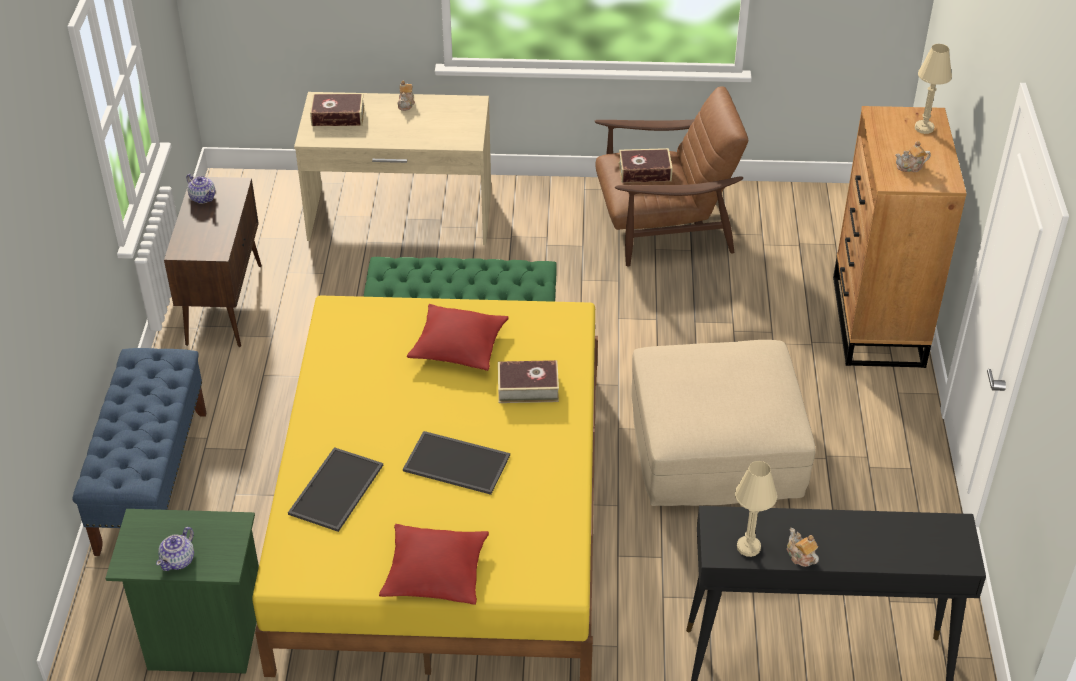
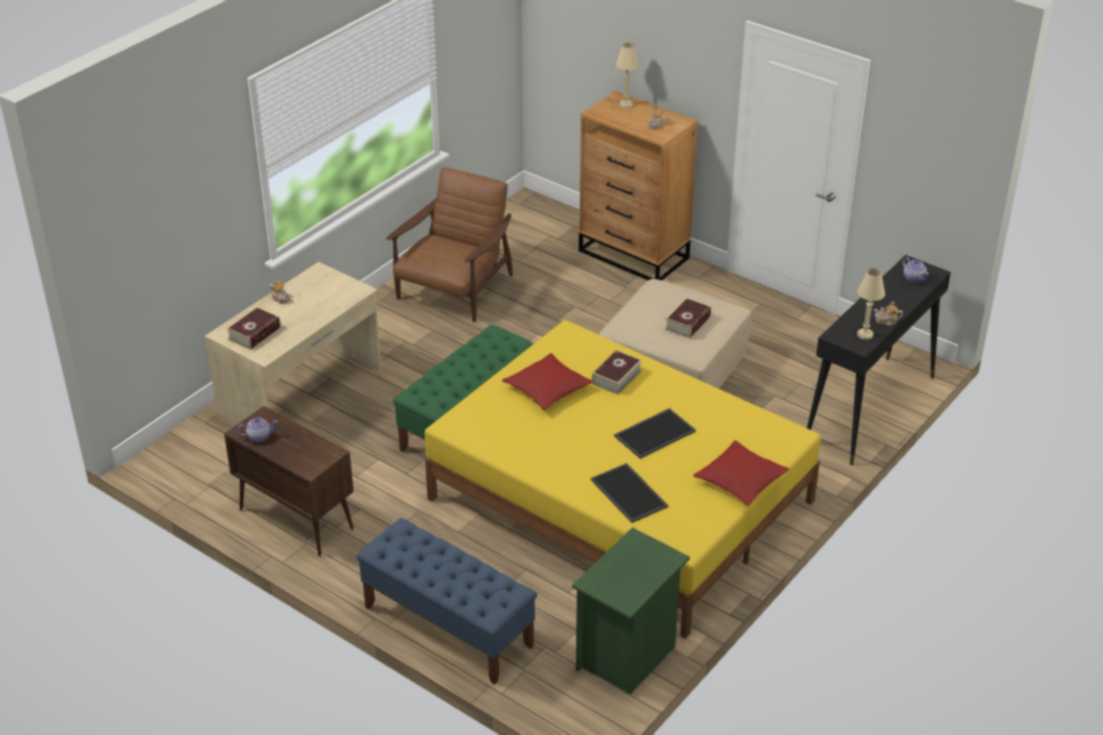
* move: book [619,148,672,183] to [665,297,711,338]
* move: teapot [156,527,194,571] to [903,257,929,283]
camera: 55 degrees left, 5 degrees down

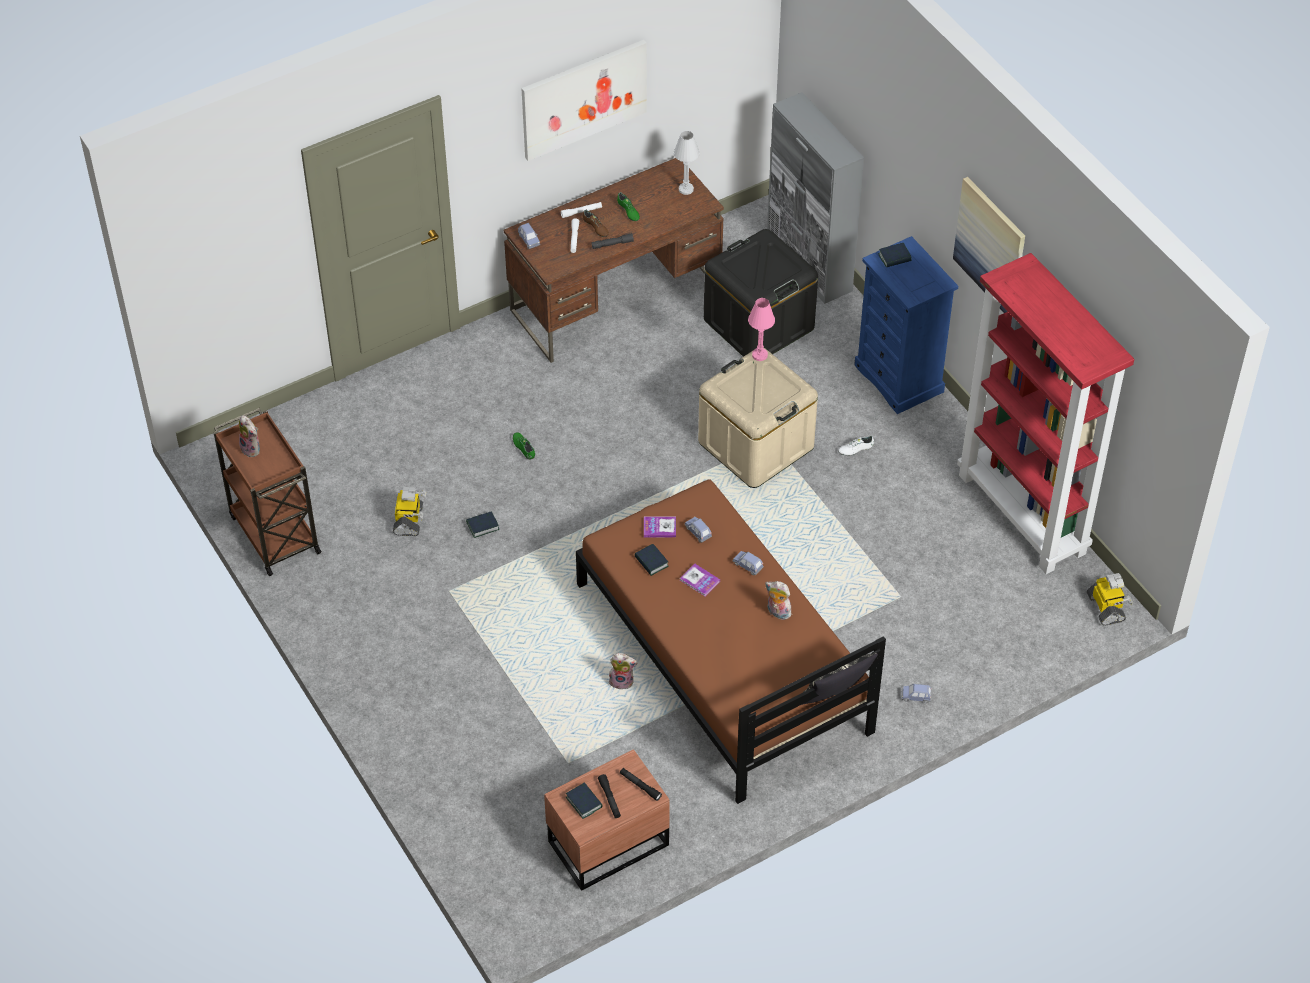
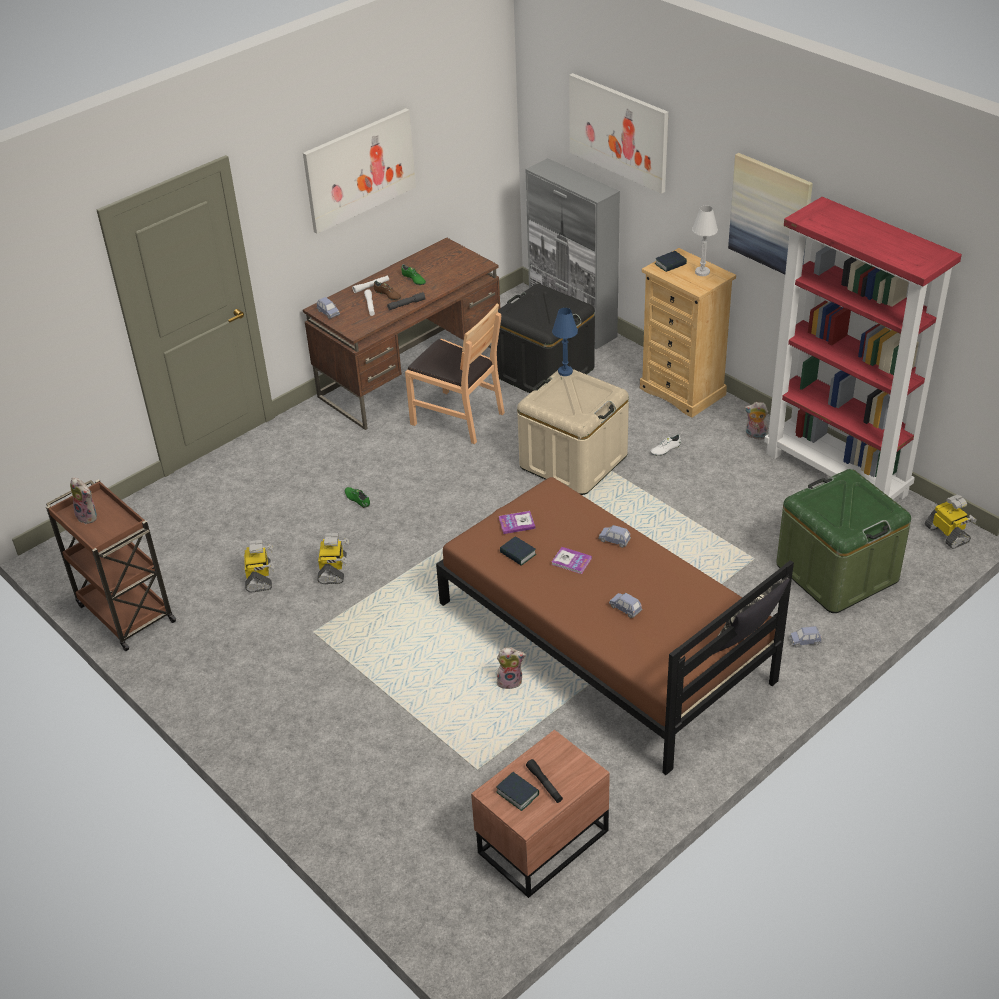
* move: white_table_lamp [674,131,700,195] to [692,206,718,276]
* recolor: blue_dresser [854,236,958,414] to beige_dresser [640,248,736,418]
* recolor: pink_table_lamp [748,298,775,361] to blue_table_lamp [552,308,578,376]
* replace: book [466,511,500,538] to toy_robot [317,533,349,584]
* move: blue_toy_car [685,517,712,543] to [609,593,642,618]
* move: plush_toy [765,581,791,620] to [744,402,768,440]
* delete: black_flashlight [620,768,662,801]
* insert: picture [569,73,668,194]
* insert: brown_chair [405,304,505,444]
* insert: green_storage_box [776,469,911,613]
camera: 10 degrees left, 10 degrees down

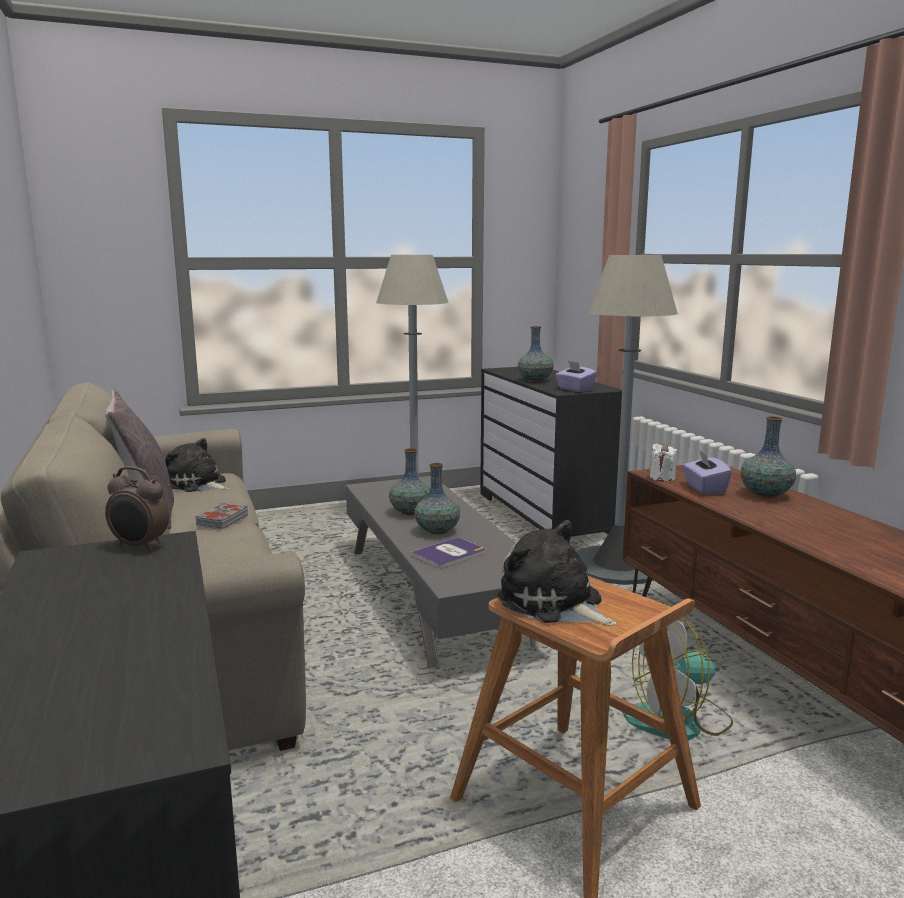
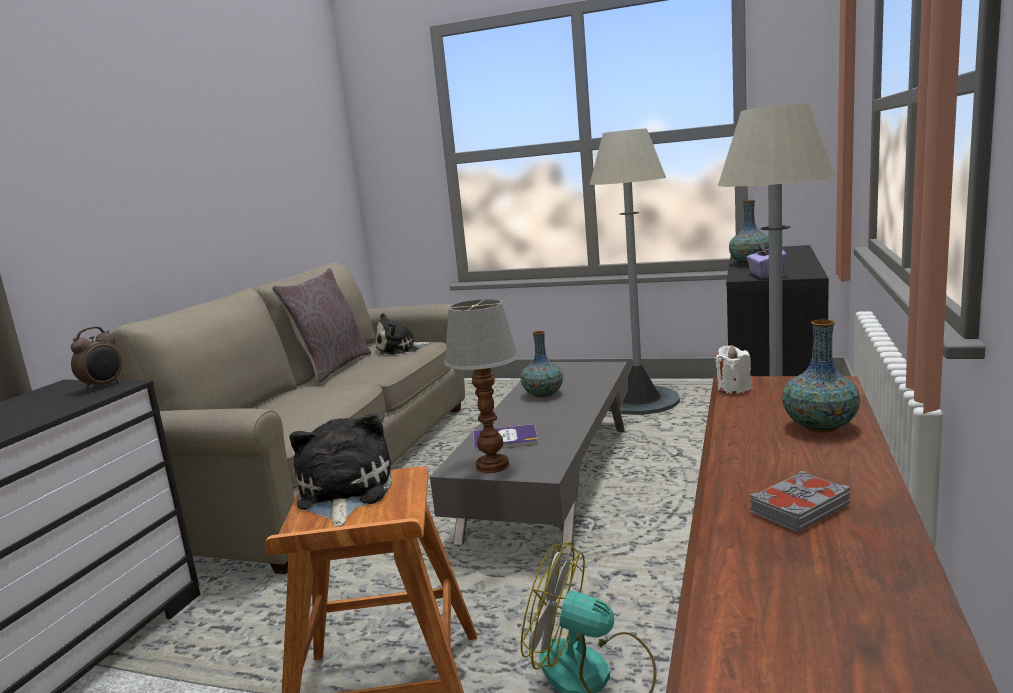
* rotate: plush_toy [165,438,230,492] = [375,313,431,355] 90 degrees counterclockwise
* delete: purple_tissue_box [683,450,732,495]
* delete: vase [414,463,460,534]
* rotate: alarm_clock [105,466,169,551] = [71,327,122,391] 120 degrees counterclockwise
* move: grey_book [195,503,248,529] to [750,471,850,532]
* insert: table_lamp [444,299,518,473]
camera: 40 degrees right, 0 degrees up

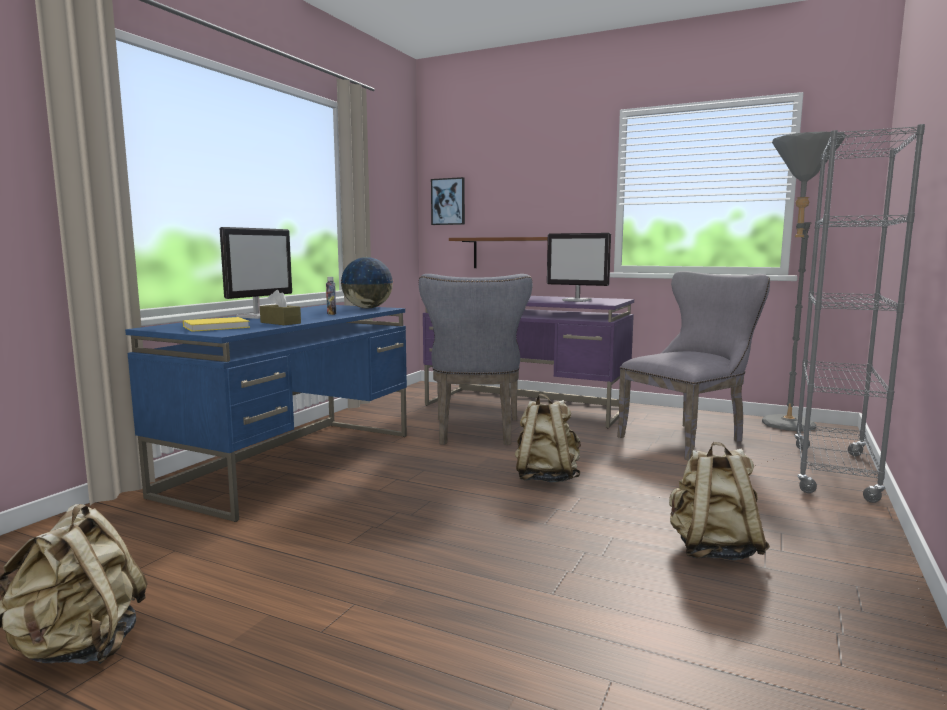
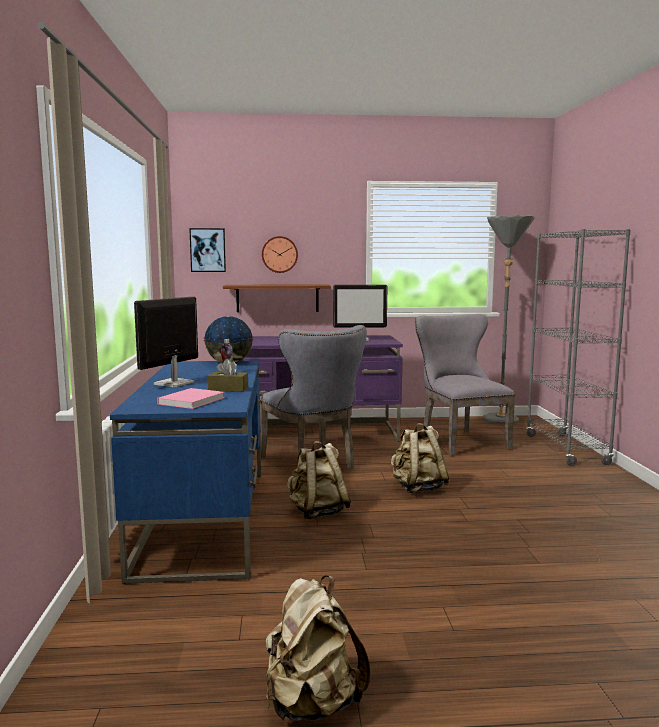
* rotate: monitor [220,227,292,319] = [134,297,198,387] 150 degrees counterclockwise
* rotate: grey_chair [617,271,770,461] = [415,314,515,456] 45 degrees counterclockwise
* recolor: yellow_book [183,317,250,332] to pink_book [157,388,225,409]
* move: beige_backpack [669,442,770,561] to [287,441,352,519]
* insert: wall_clock [262,236,298,273]
camera: 30 degrees left, 0 degrees up

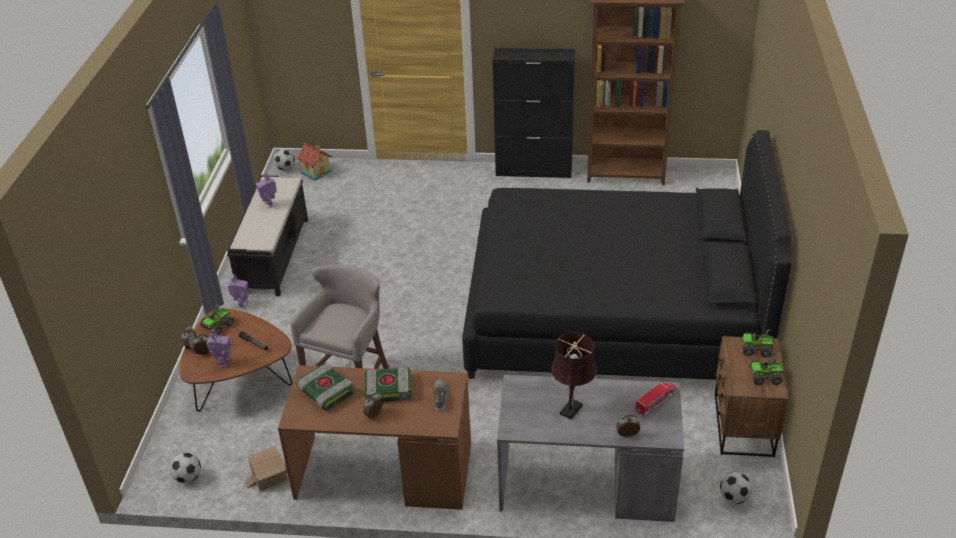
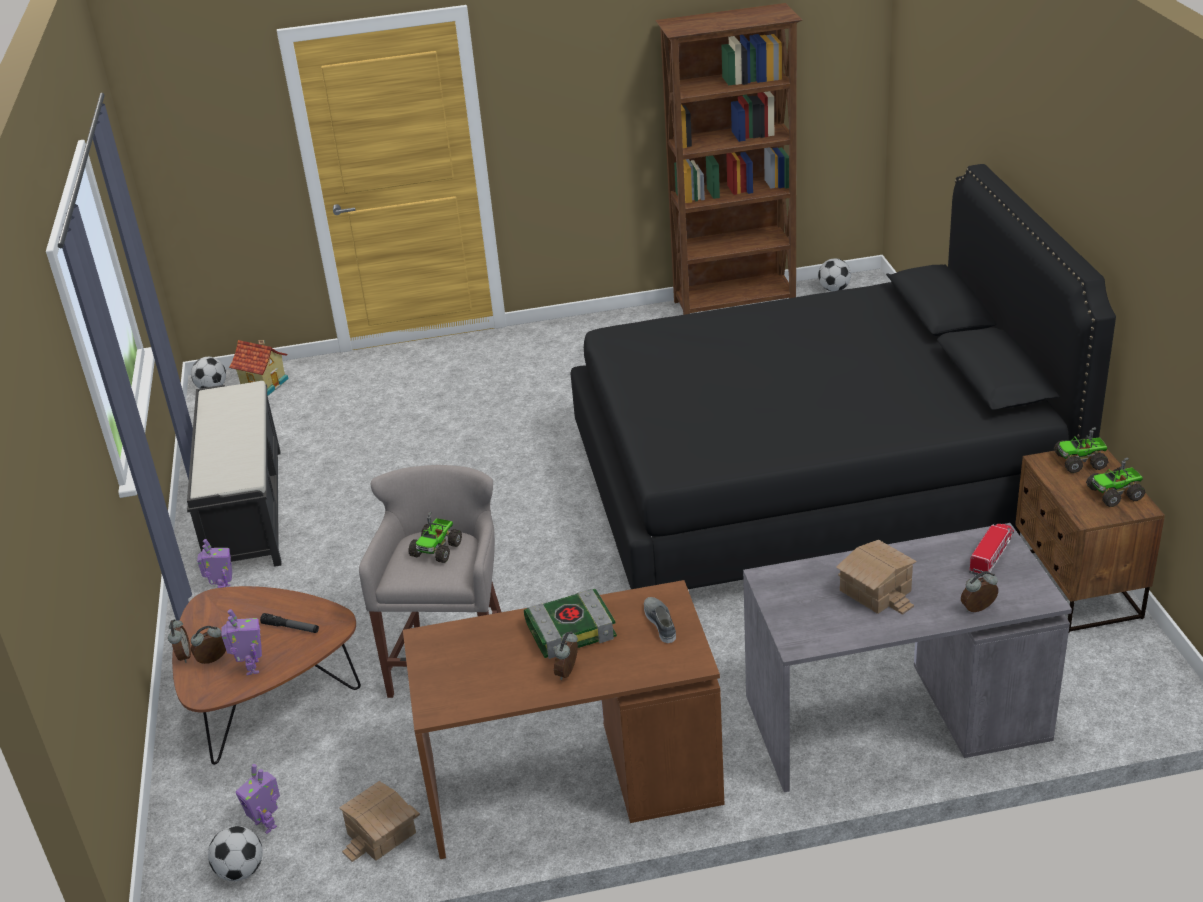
* delete: black_cabinet [493,48,575,178]
* move: toy_robot [256,173,277,208] to [236,764,280,834]
* move: toy_truck [200,304,234,335] to [408,512,462,563]
* replace: brown_table_lamp [551,332,597,420] to toy_house [836,540,917,615]
* delete: book [296,362,354,410]
* move: football [720,472,752,504] to [818,258,851,291]
camera: 15 degrees left, 5 degrees down

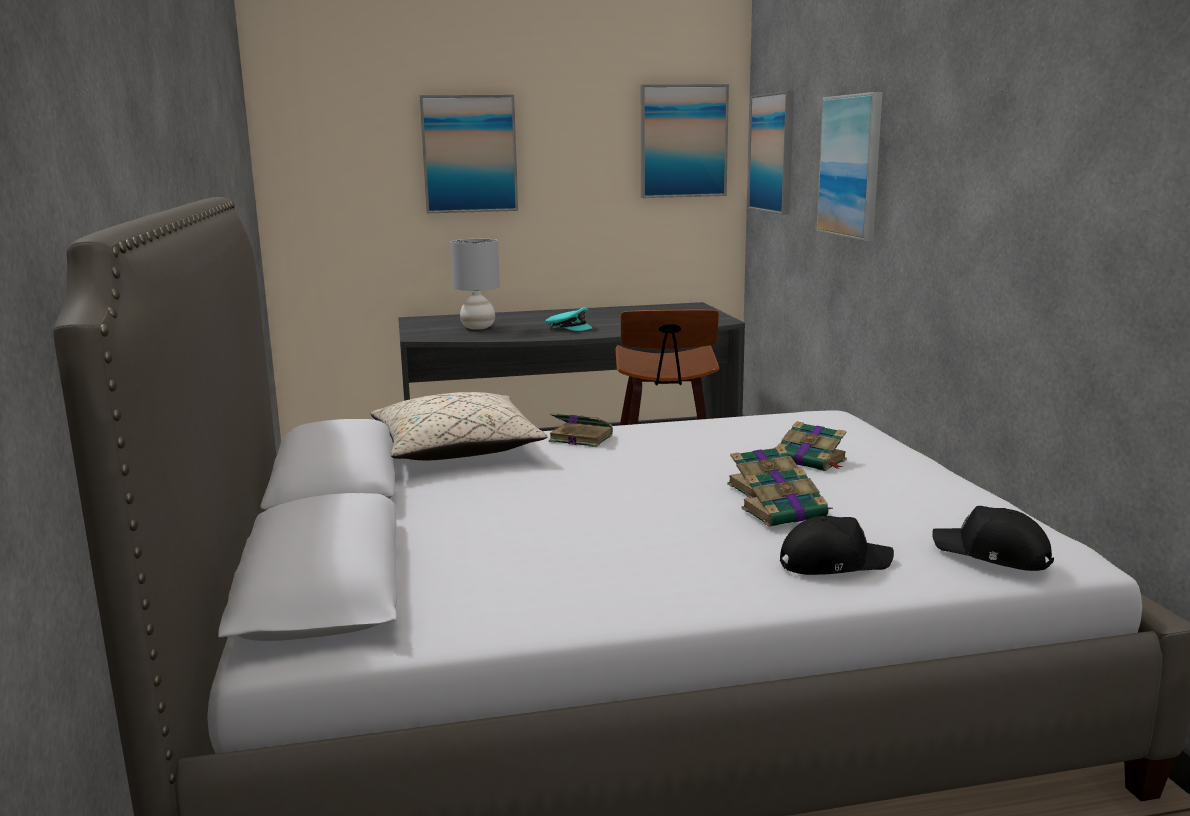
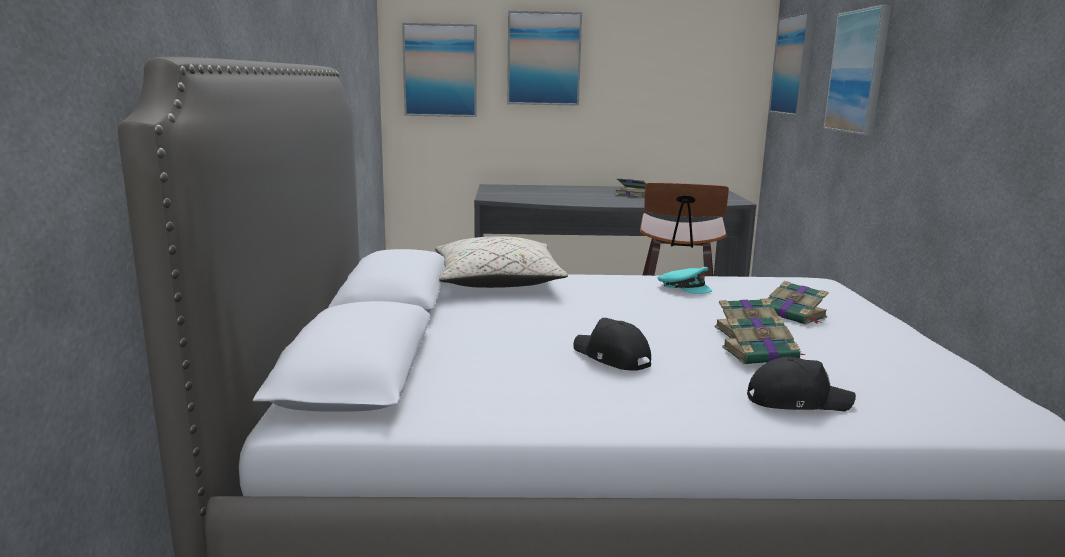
* move: picture [641,84,729,198] to [402,23,477,117]
* delete: grey_table_lamp [450,239,500,330]
* move: turquoise_cap [545,307,592,331] to [658,267,712,294]
* move: book [549,413,613,447] to [615,178,647,198]
* move: black_cap [932,506,1054,571] to [574,318,651,371]
camera: 10 degrees right, 0 degrees up

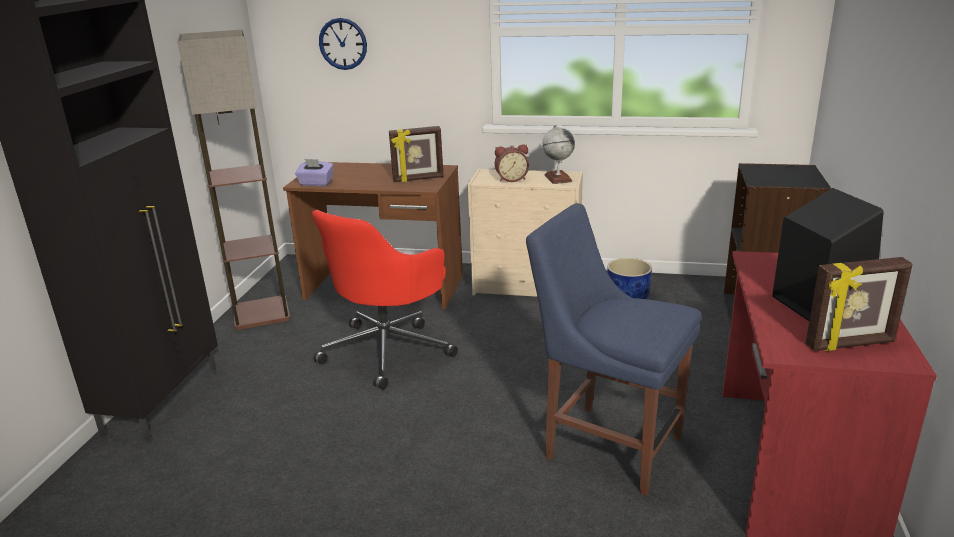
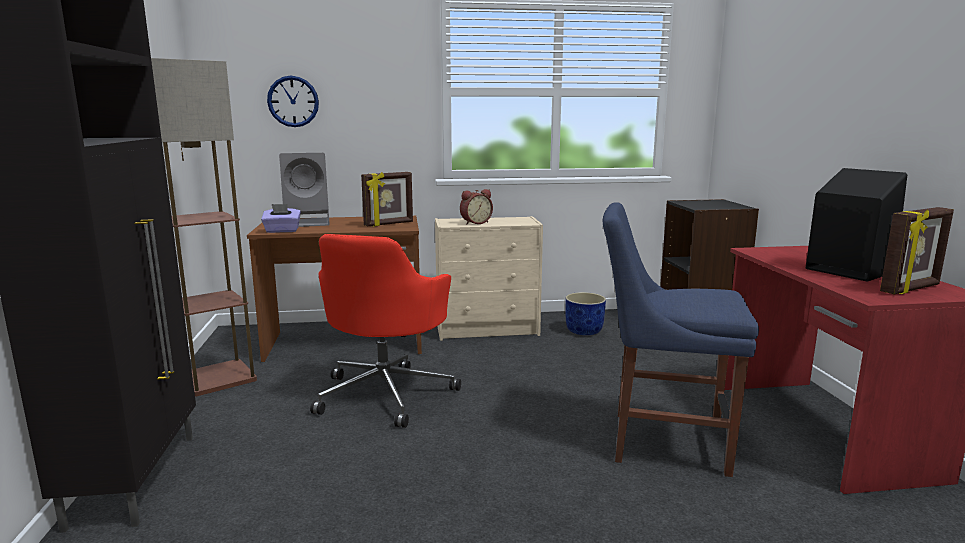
* delete: globe [542,125,575,184]
* insert: grey_speaker [279,153,330,227]
camera: 20 degrees left, 10 degrees down

